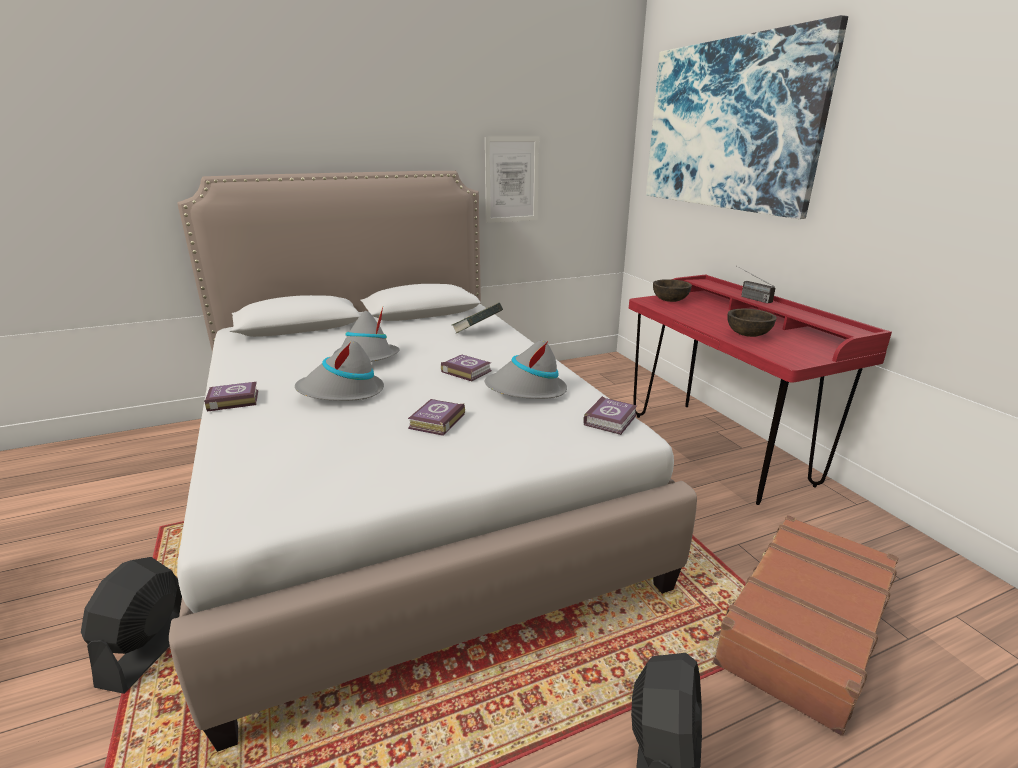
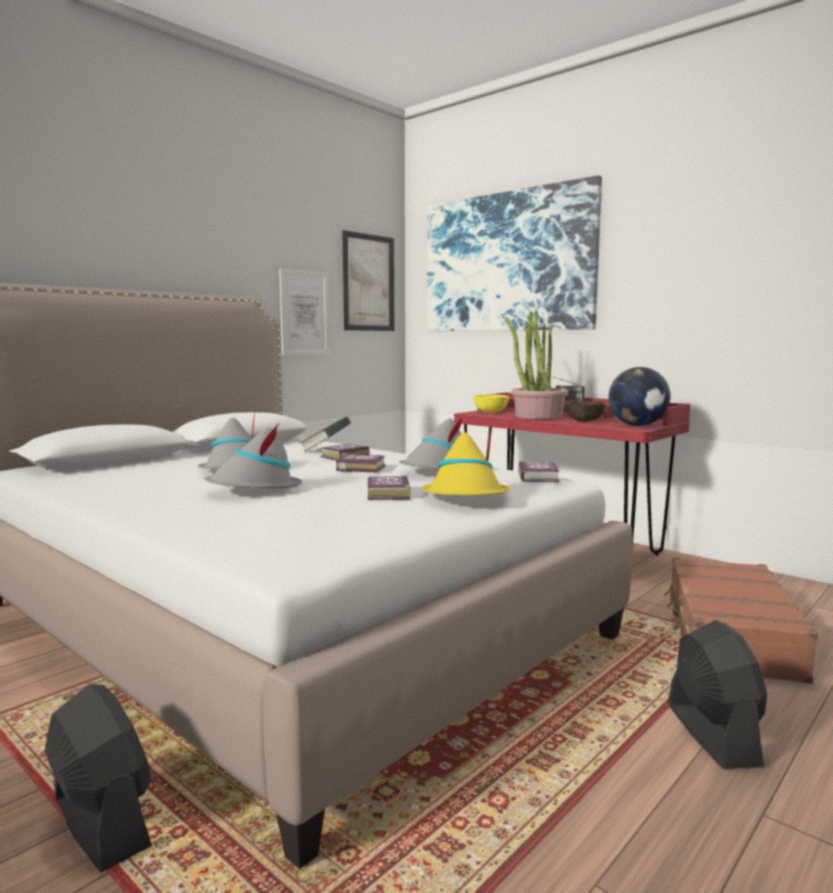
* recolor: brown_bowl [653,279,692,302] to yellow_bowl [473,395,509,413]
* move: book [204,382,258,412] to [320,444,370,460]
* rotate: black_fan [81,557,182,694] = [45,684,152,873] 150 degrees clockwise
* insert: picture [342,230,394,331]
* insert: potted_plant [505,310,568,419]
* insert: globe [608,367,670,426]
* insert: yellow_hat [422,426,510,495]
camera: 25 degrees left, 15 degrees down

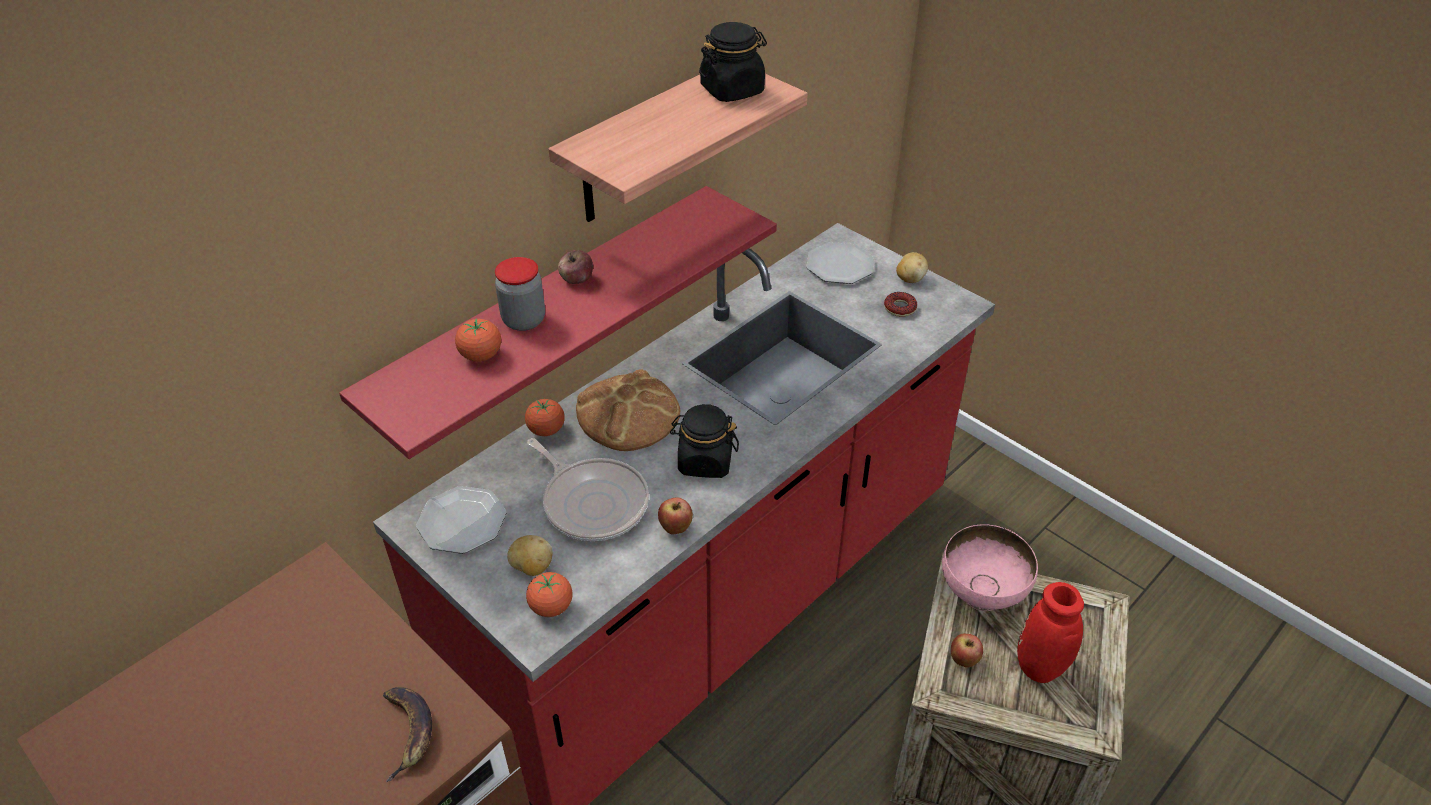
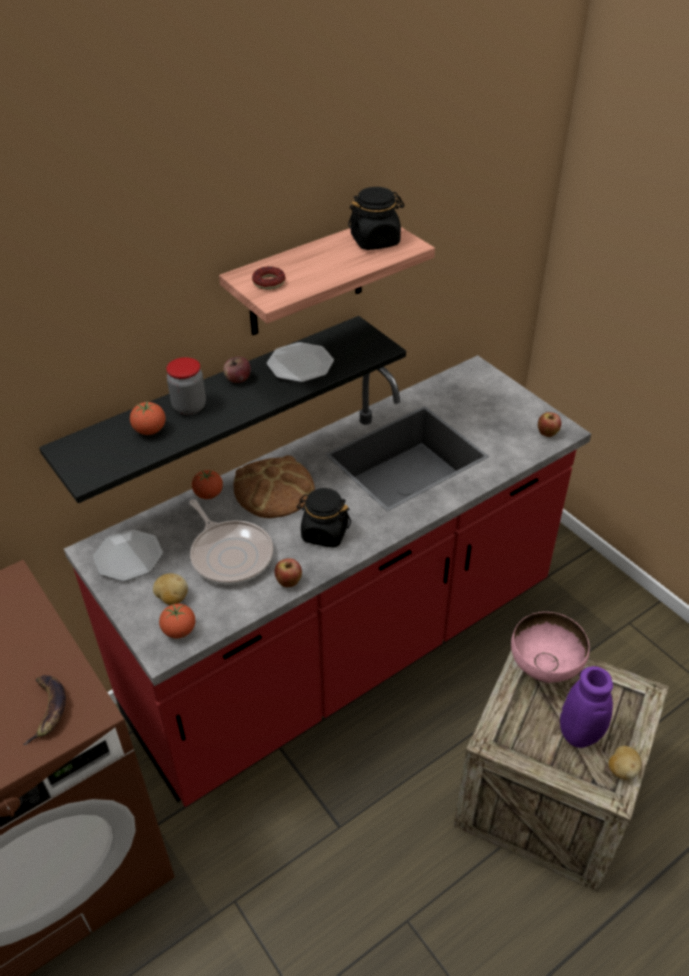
* recolor: red_shelf [339,186,777,459] to black_shelf [39,316,406,503]
* move: plate [807,242,874,284] to [267,342,334,382]
* move: potato [896,252,928,283] to [608,746,642,780]
* move: donut [884,292,917,317] to [252,267,286,290]
* recolor: red_vase [1017,582,1084,683] to purple_vase [560,666,613,748]
* move: apple [951,634,983,668] to [538,412,561,437]
camera: 10 degrees right, 0 degrees up

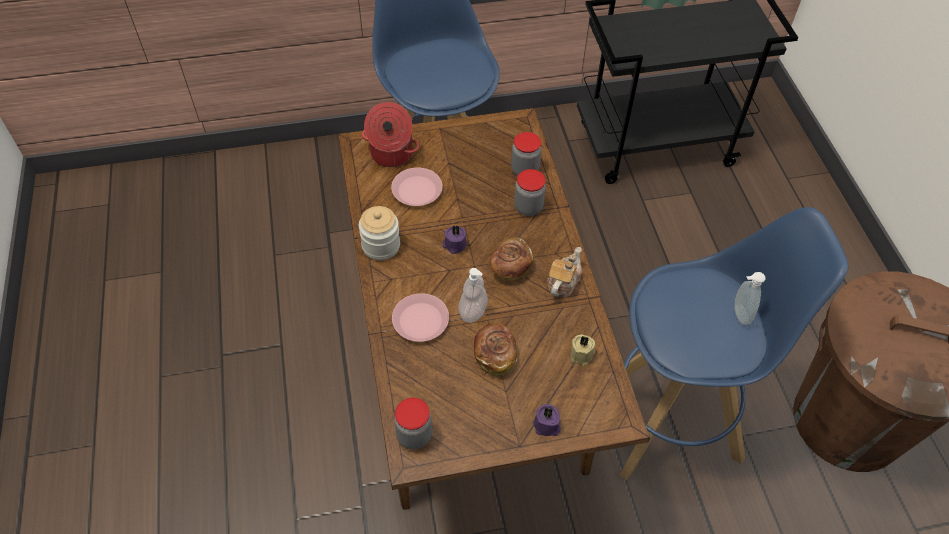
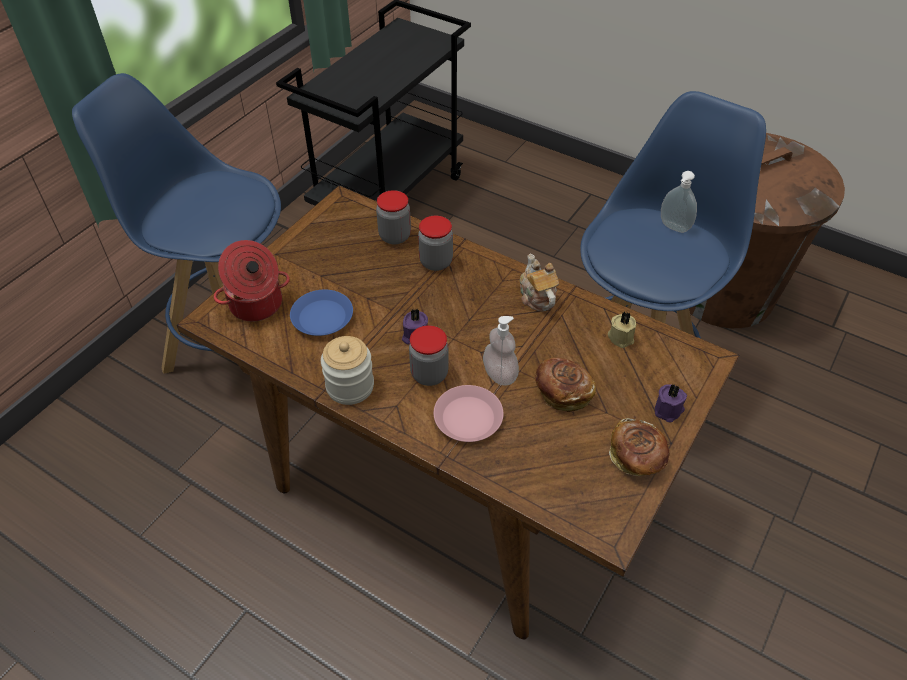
* recolor: pink_plate [391,168,443,206] to blue_plate [290,290,353,336]
* move: bread [490,238,533,280] to [609,418,669,476]
* move: jar [394,398,432,450] to [409,325,449,386]
camera: 45 degrees left, 5 degrees down

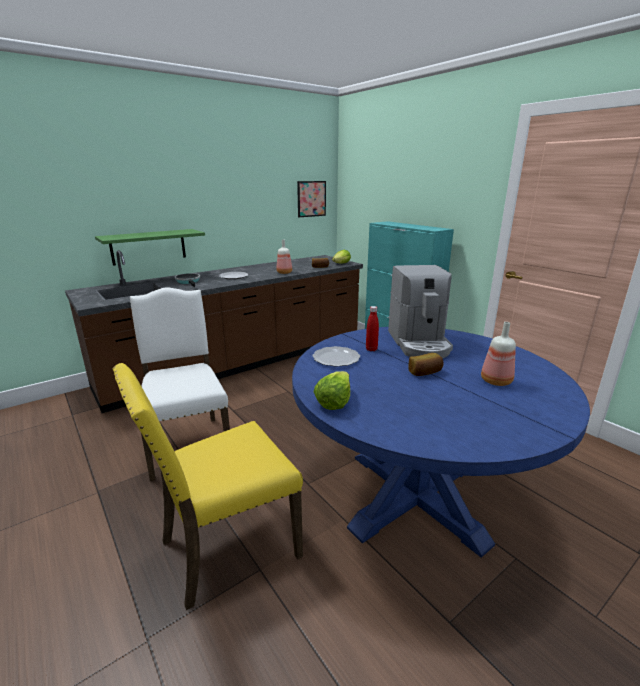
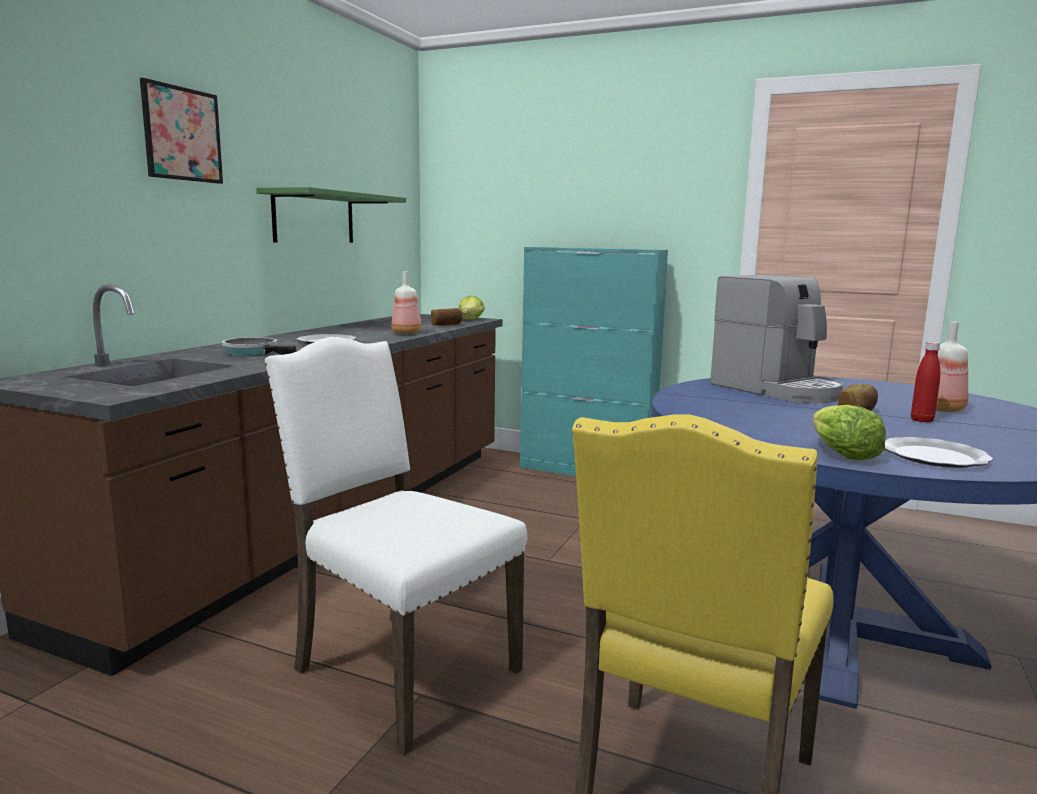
* move: picture [297,181,326,217] to [140,78,223,184]
* move: green_shelf [95,229,205,266] to [256,187,406,243]
* move: red_bottle [366,306,379,351] to [911,342,940,423]
* move: plate [312,346,360,367] to [885,437,993,468]
camera: 30 degrees left, 10 degrees down

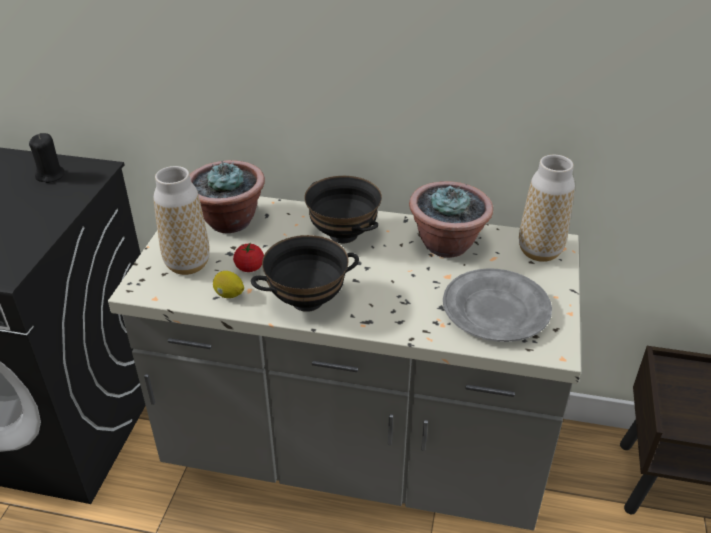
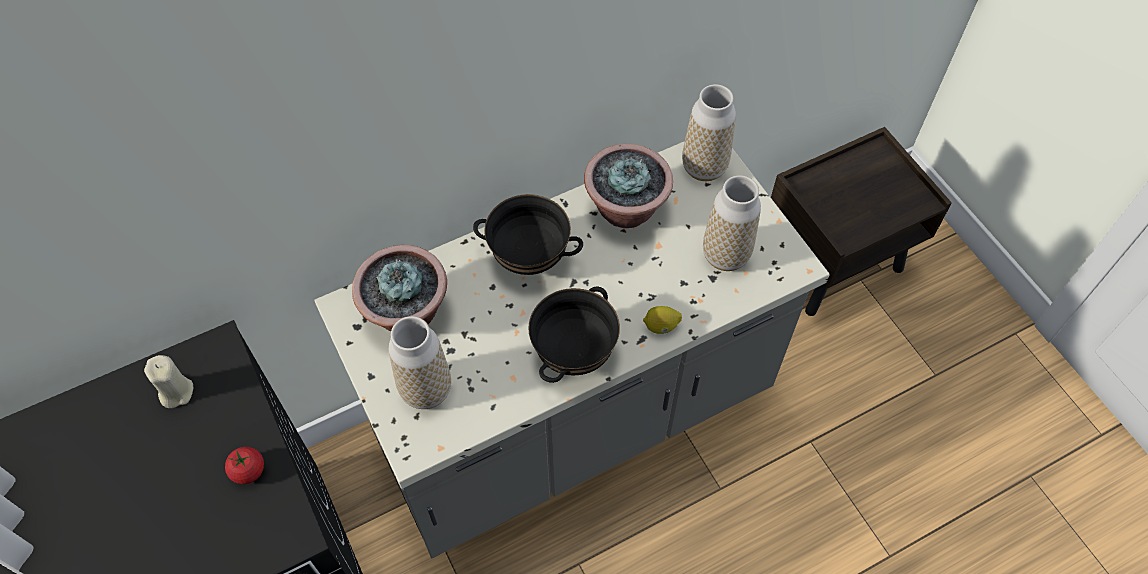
* recolor: black_candle [29,133,64,183] to beige_candle [144,355,193,408]
* move: tomato [233,242,264,272] to [225,447,264,484]
* replace: grey_plate [443,268,552,342] to vase [703,175,761,271]
* move: lemon [213,271,244,298] to [643,306,682,334]
camera: 40 degrees left, 20 degrees up

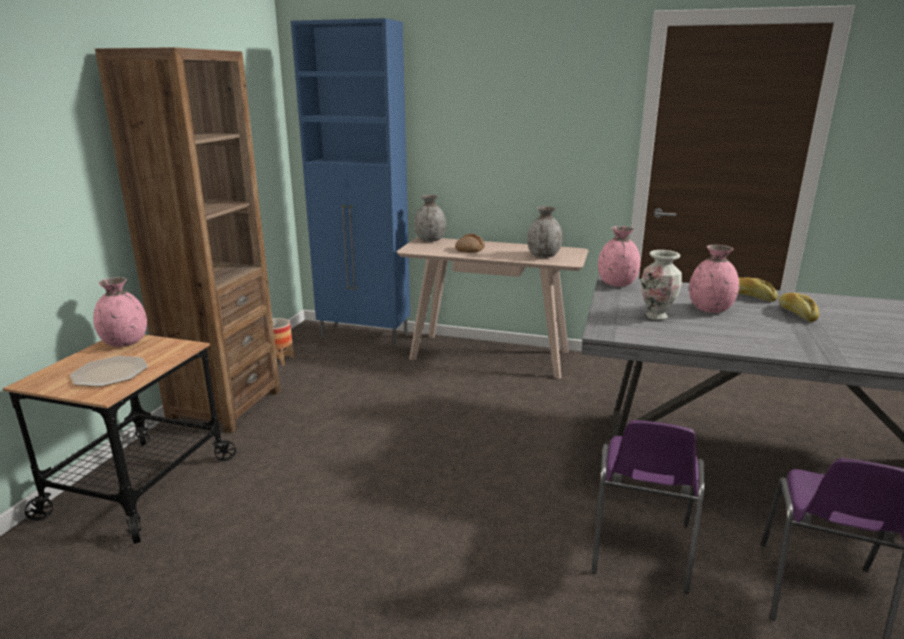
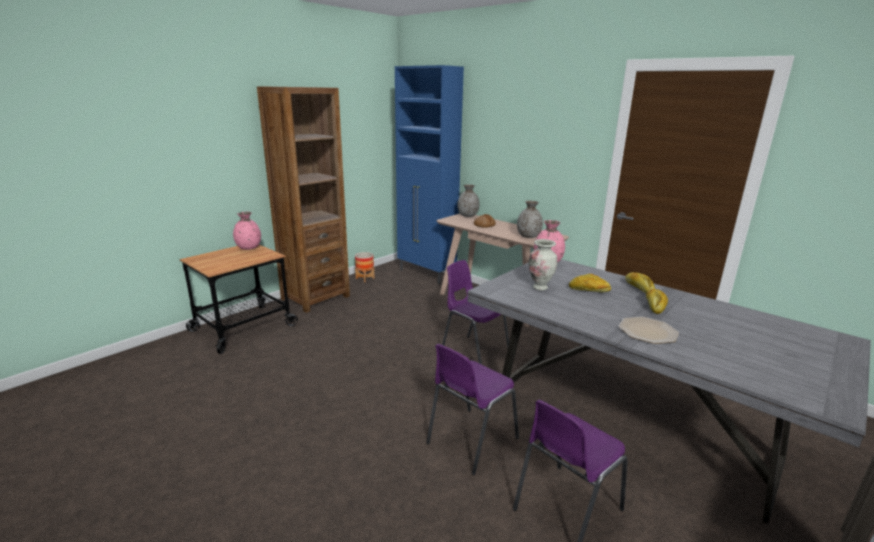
* replace: pink_vase [689,245,739,313] to bread [569,274,611,292]
* move: plate [70,356,148,387] to [619,317,679,344]
* insert: purple_chair [442,260,509,364]
camera: 25 degrees right, 0 degrees up

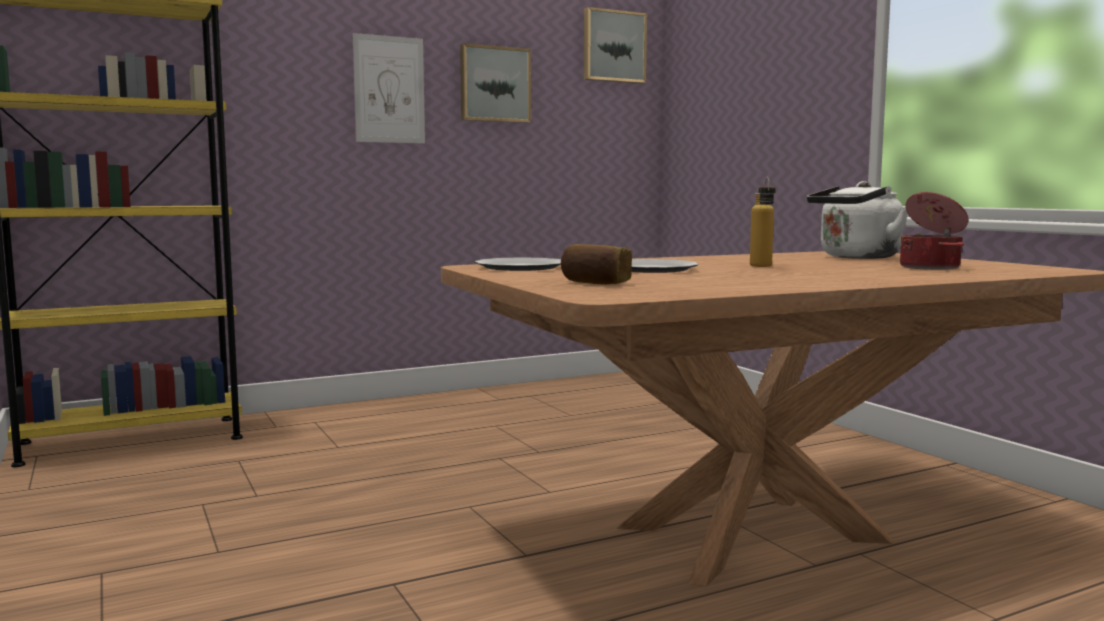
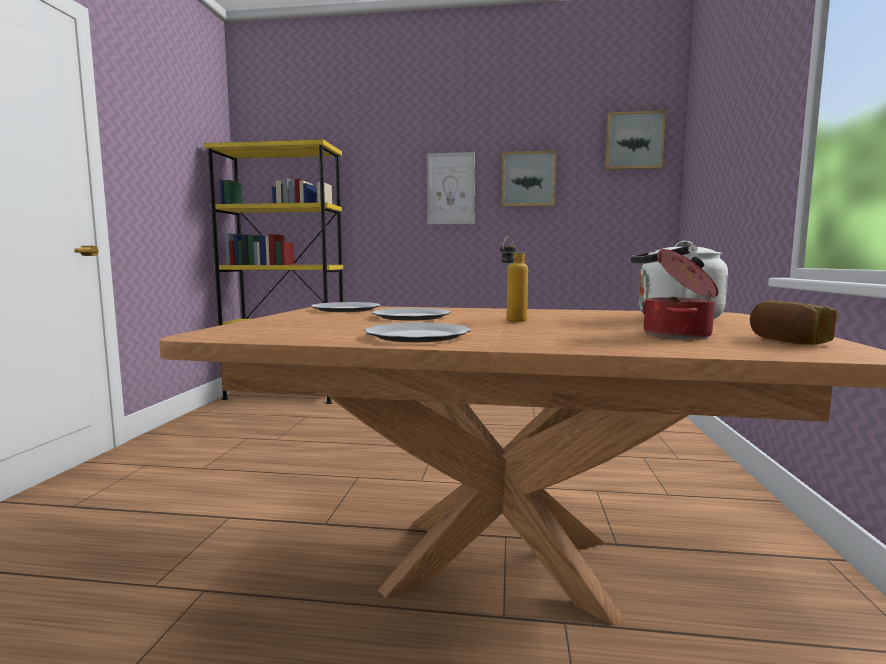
* move: bread [561,244,632,285] to [750,300,837,345]
* insert: plate [365,322,471,342]
camera: 35 degrees right, 0 degrees up

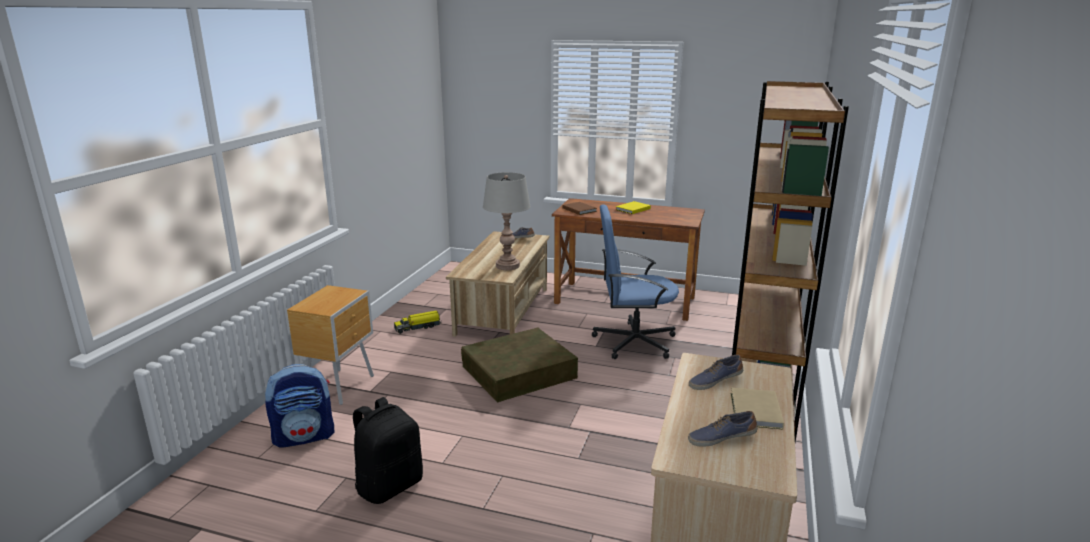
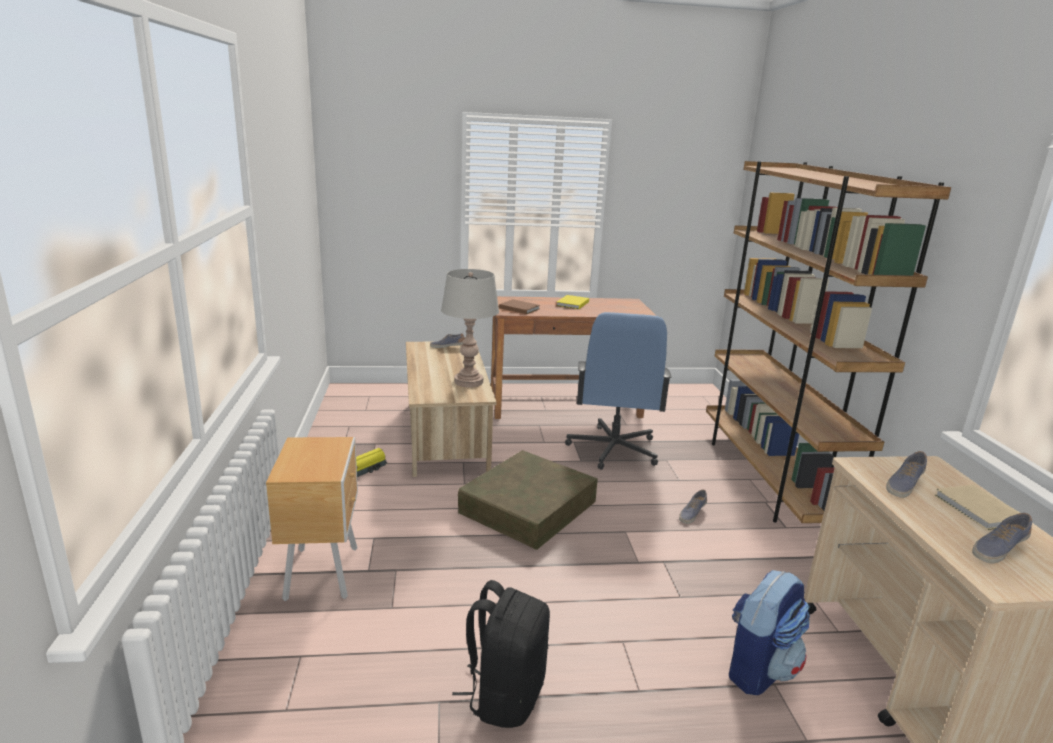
* rotate: blue_office_chair [592,204,679,359] = [565,312,671,470] 60 degrees counterclockwise
* move: backpack [265,364,334,448] to [729,570,810,695]
* insert: shoe [679,489,707,524]
camera: 25 degrees left, 0 degrees up

